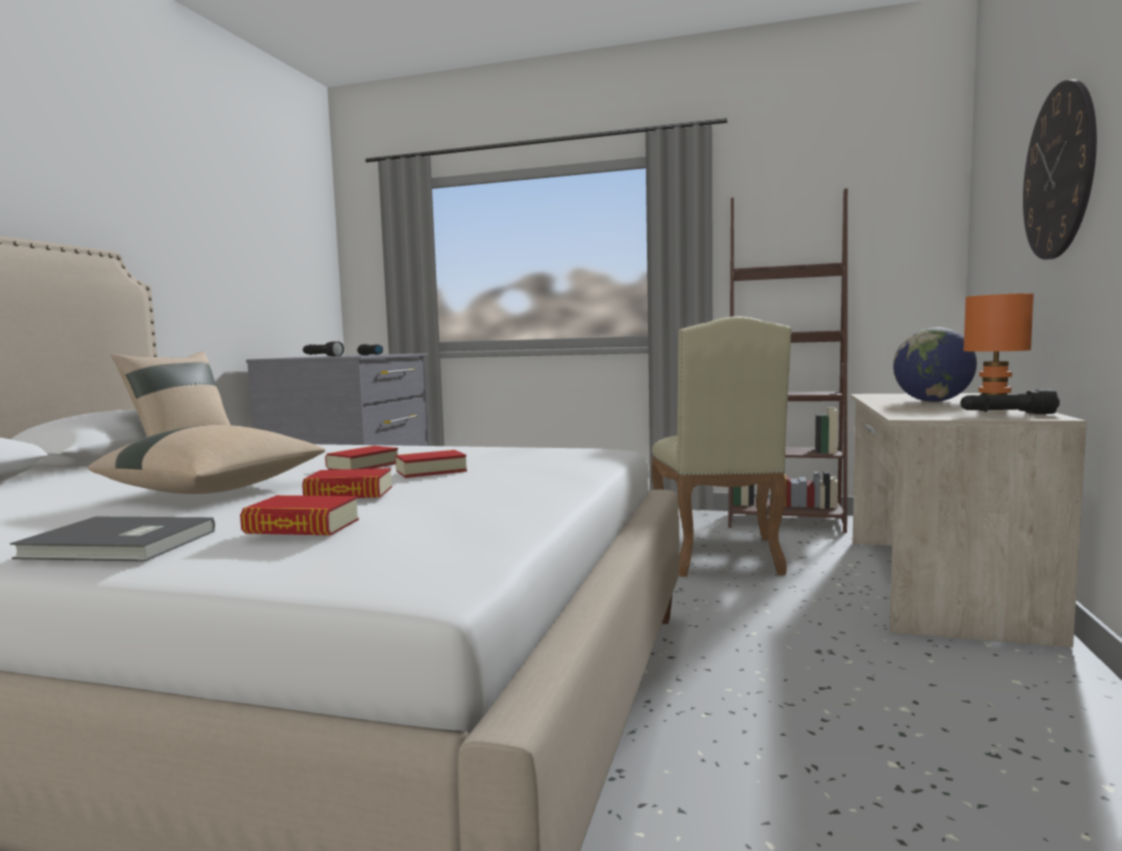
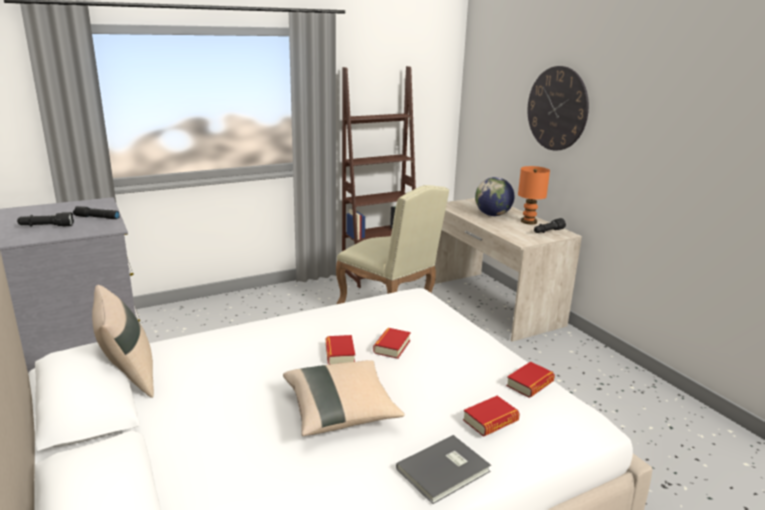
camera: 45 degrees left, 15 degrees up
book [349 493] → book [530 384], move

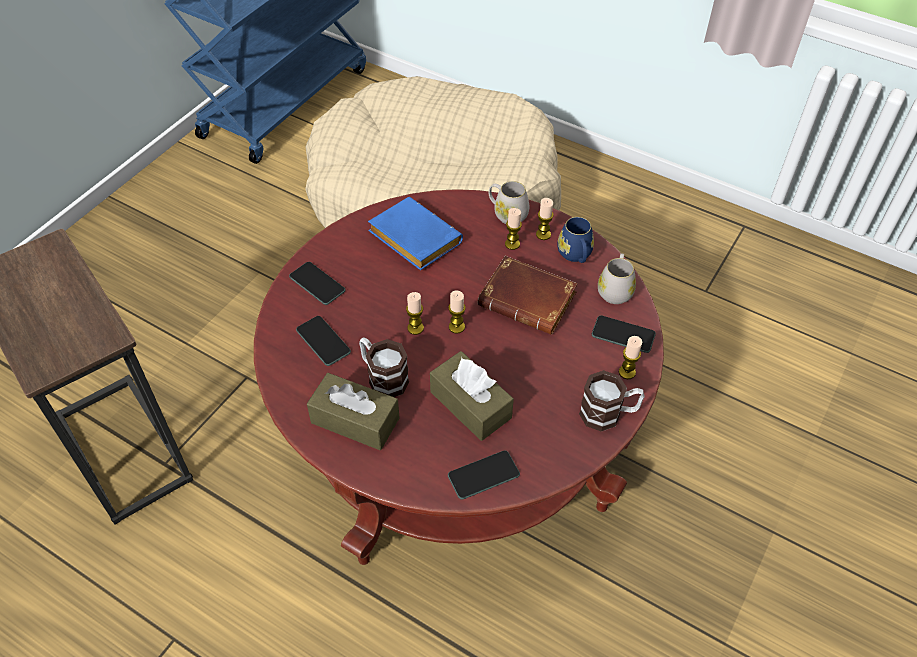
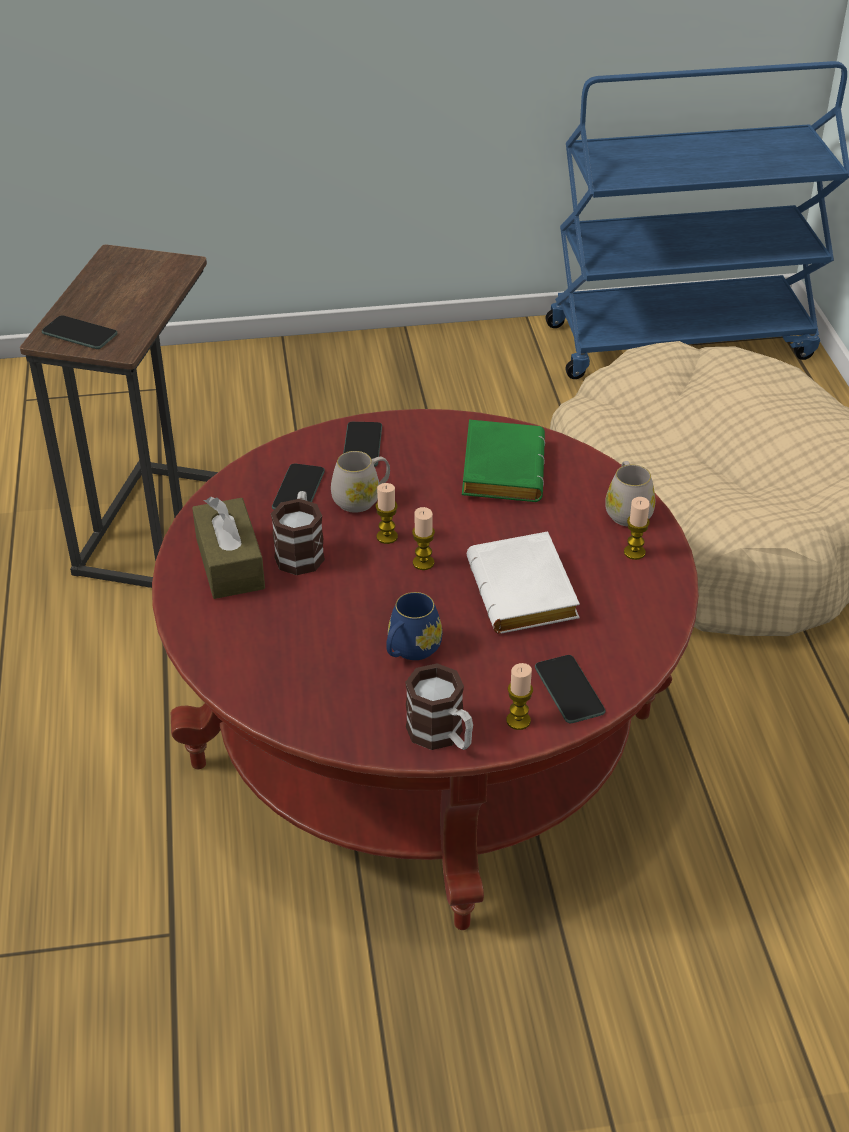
camera: 50 degrees right, 10 degrees down
book (blue) [411 239] → book (green) [499 468]
tissue box (brown) [470 405] → -
phone [483 475] → phone [79 333], move
book (brown) [530 300] → book (white) [526 594]
candle [512 244] → -
mug (blue) [575 255] → mug (blue) [410 650], move
mug (white) [615 289] → mug (white) [361 499], move

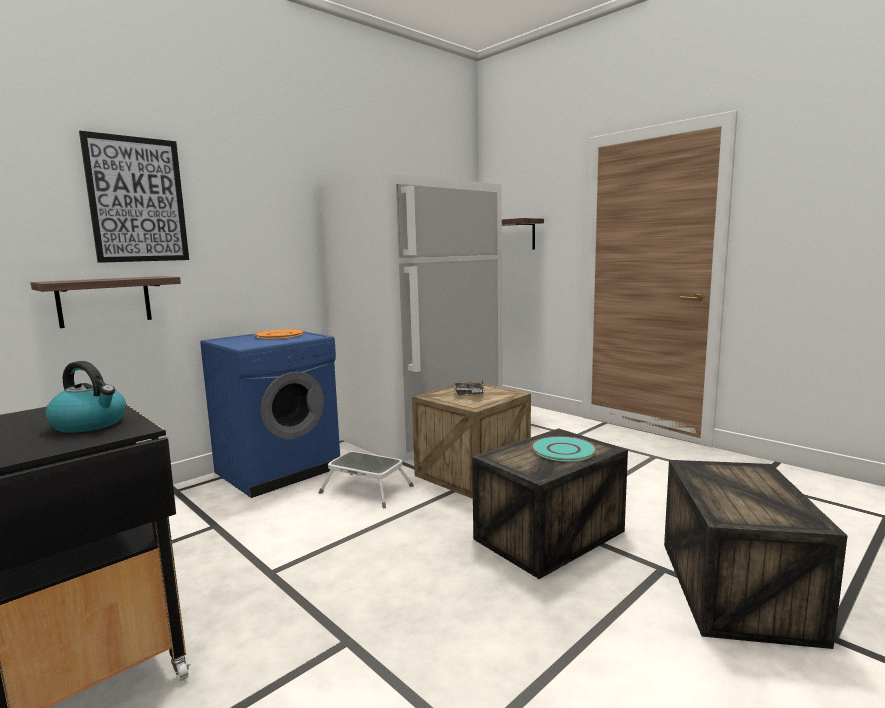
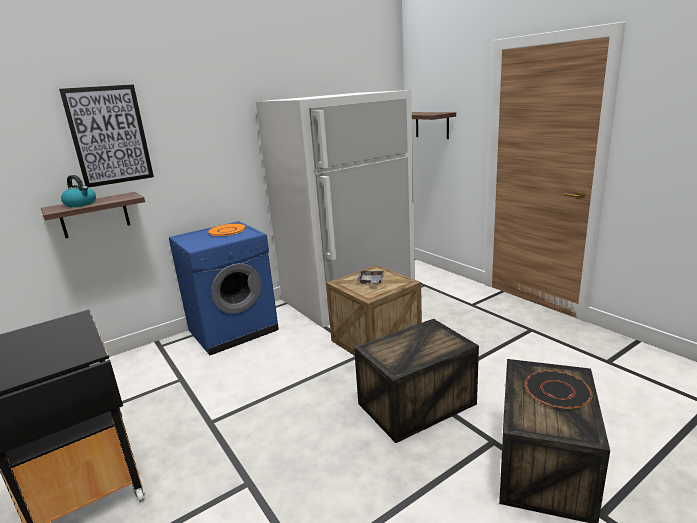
camera: 10 degrees right, 10 degrees up
kettle [91 424] → kettle [81 204], move
step ladder (grey) [366 489] → -
plate (turquoise) [564 450] → -
- → plate (black) [557 390]

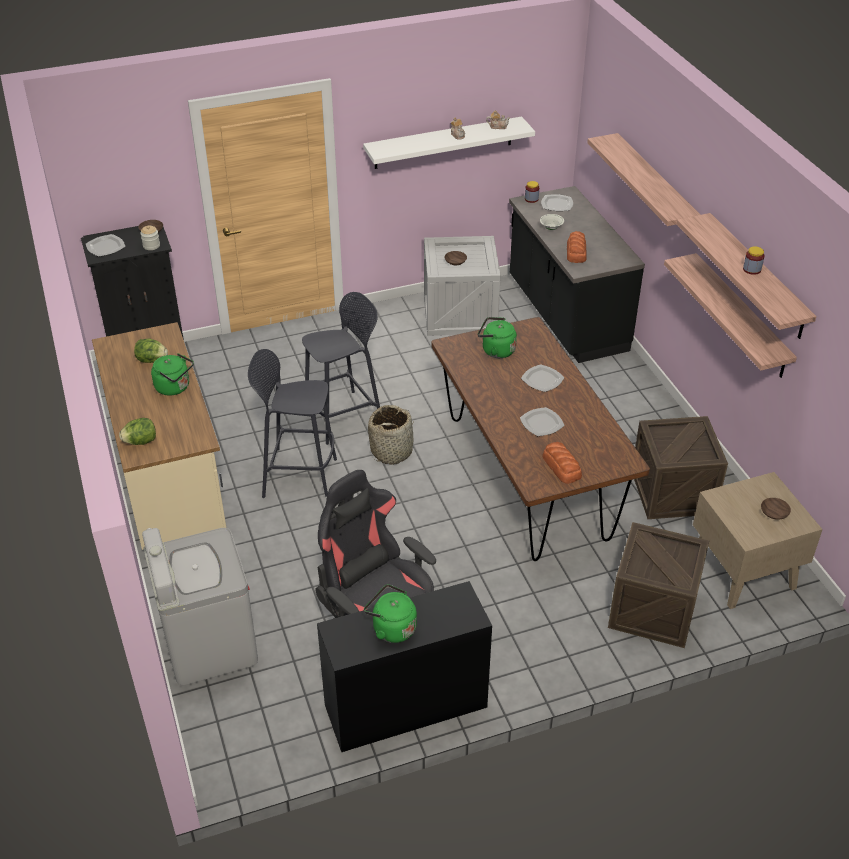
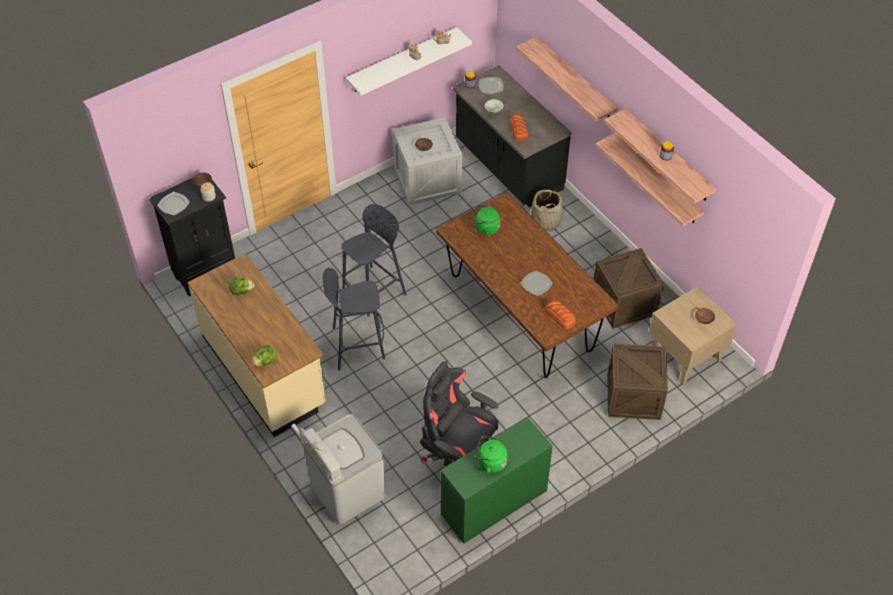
camera: 15 degrees left, 10 degrees up
kettle (green) [175 387] → -
desk (black) [405 707] → desk (green) [494 503]
basket [392 451] → basket [546 220], move
plate [542 380] → -

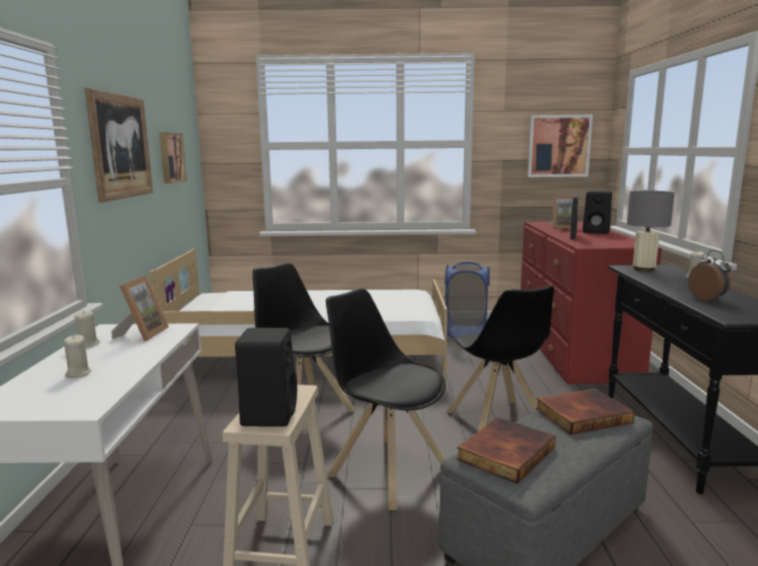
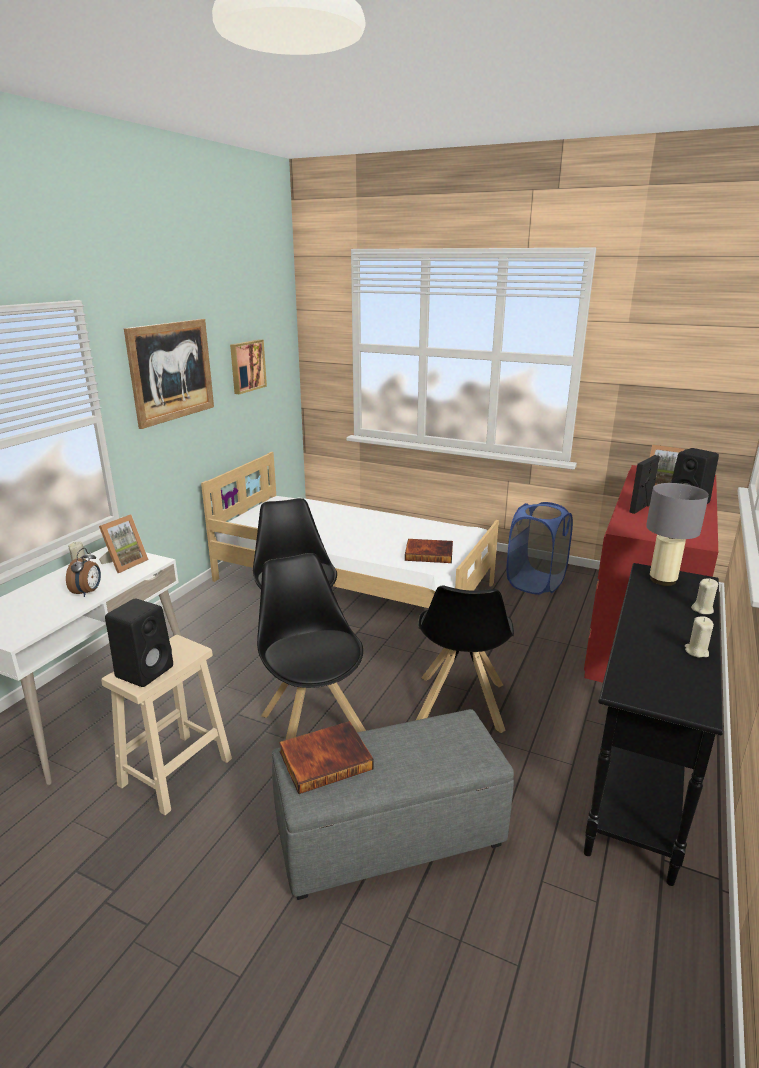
camera: 25 degrees right, 10 degrees up
candle (beige) [78 373] → candle (beige) [696 651], move
picture [558 146] → -
book [582 414] → book [429 553], move
alarm clock [708 299] → alarm clock [88 592], move

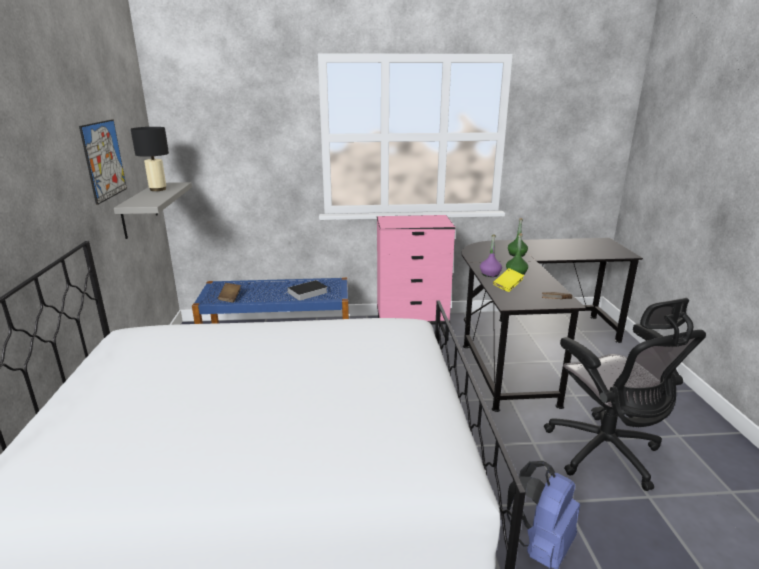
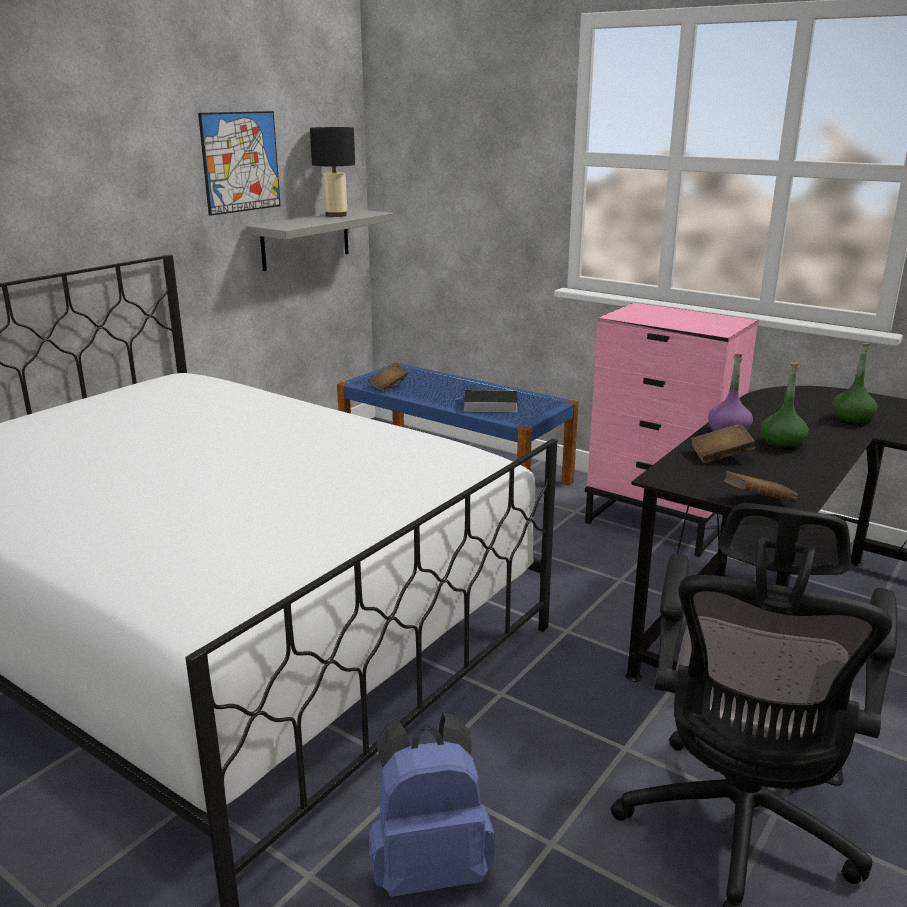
camera: 40 degrees right, 0 degrees up
book (yellow) [508 286] → book (brown) [720 456]

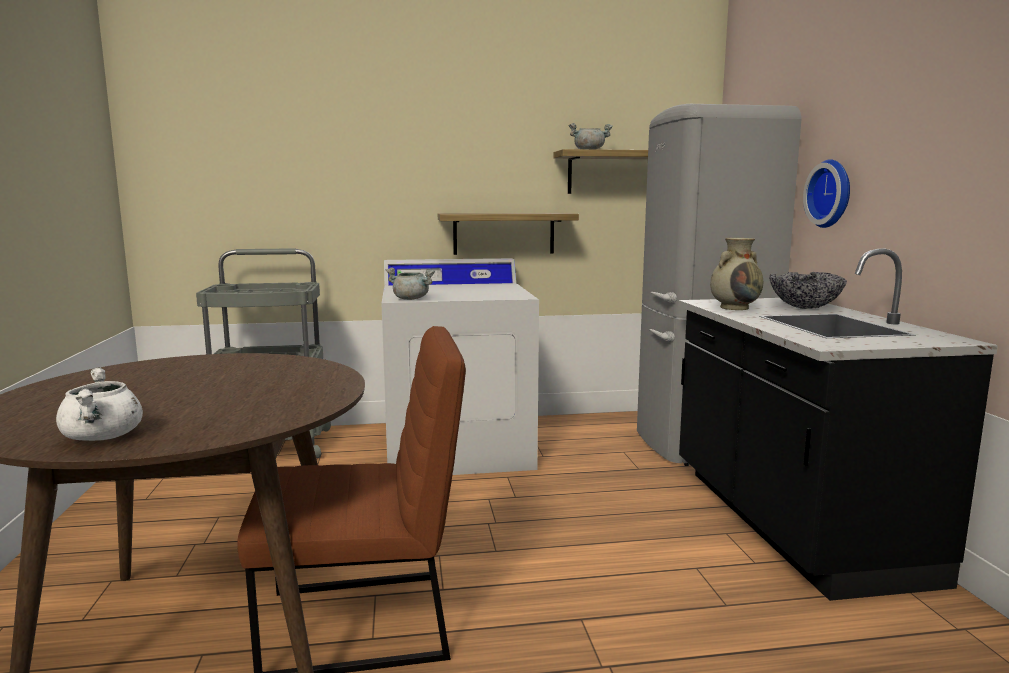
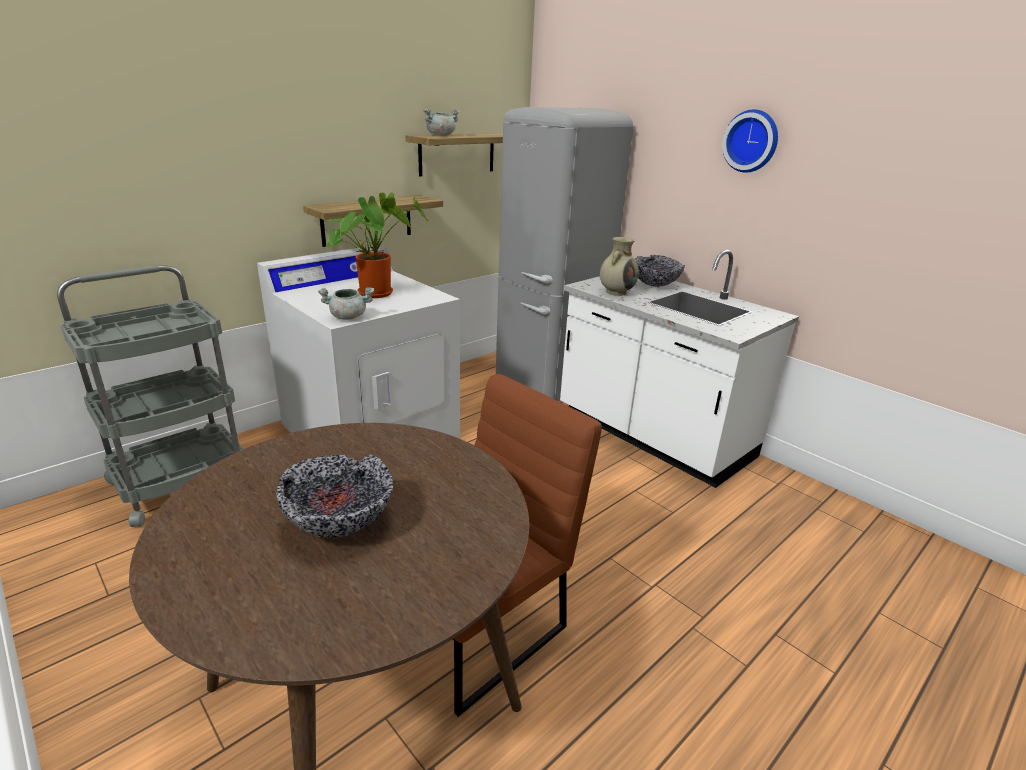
camera: 35 degrees left, 15 degrees up
cooking pot (white) [103 437] → -
counter (black) [790 523] → counter (white) [652 435]
wall clock [832 193] → wall clock [751 141], move
- → bowl [341 522]
- → potted plant [377 292]

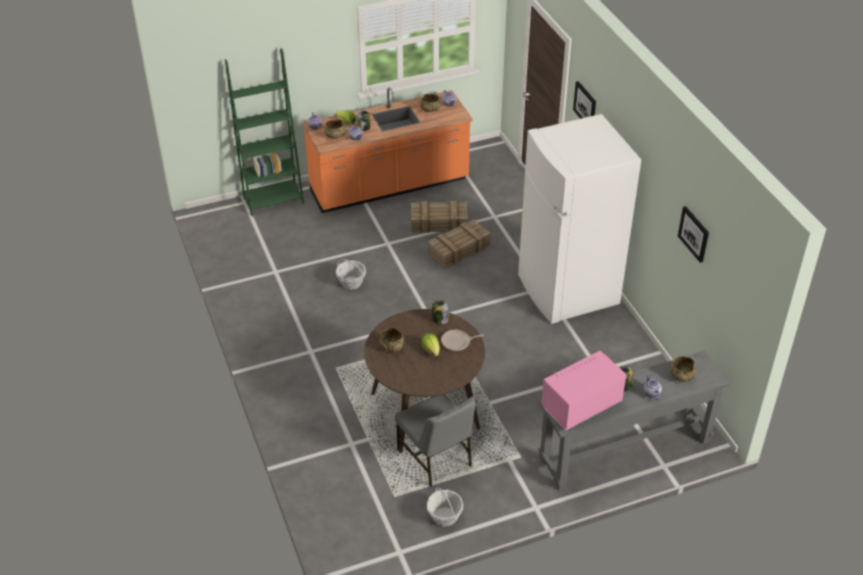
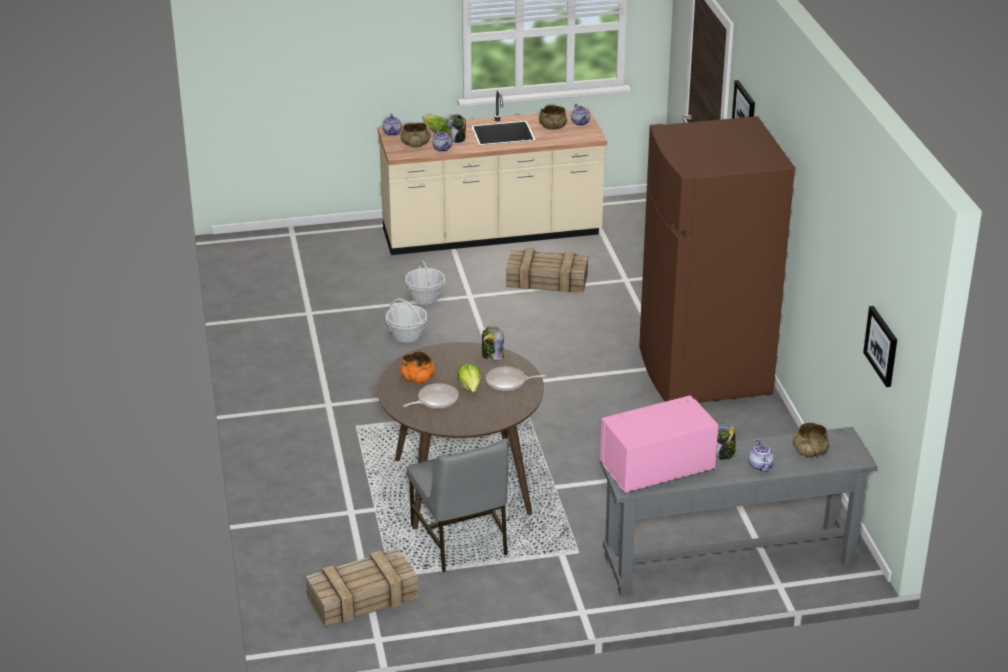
camera: 10 degrees right, 10 degrees down
bookcase (green) [273 200] → -
counter (orange) [389 187] → counter (beige) [492 234]
bowl (beige) [391 347] → bowl (orange) [417 378]
basket [444 516] → basket [425 297], move
crate [460 249] → crate [364 597], move
fridge (white) [567 289] → fridge (brown) [703 371]
picture [694 233] → picture [882 346], move
- → frying pan [435 400]

